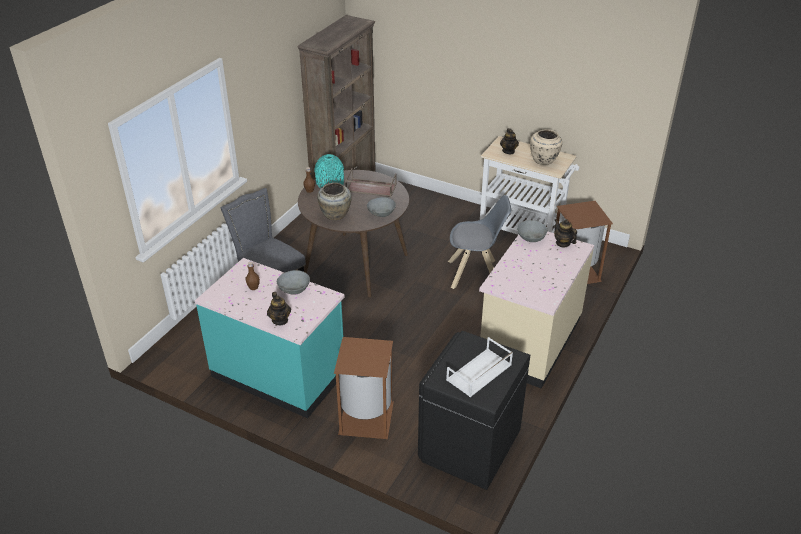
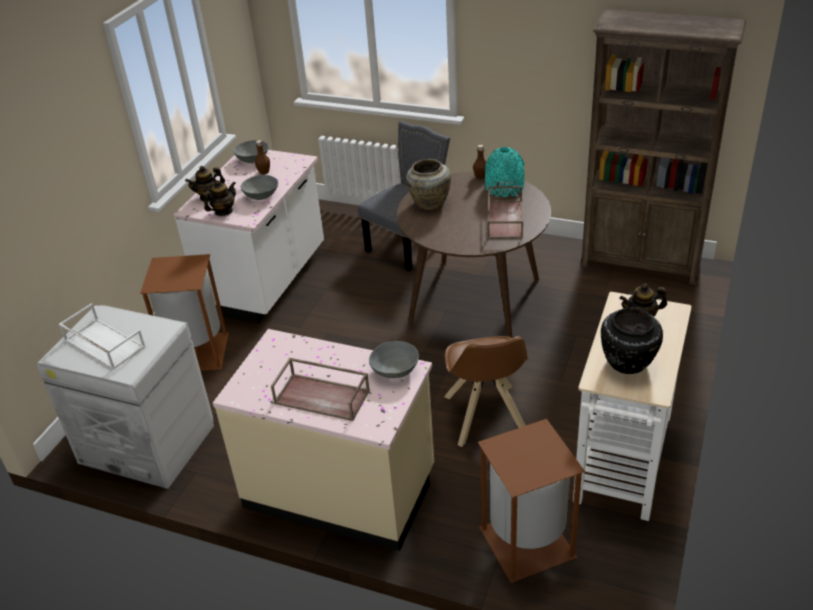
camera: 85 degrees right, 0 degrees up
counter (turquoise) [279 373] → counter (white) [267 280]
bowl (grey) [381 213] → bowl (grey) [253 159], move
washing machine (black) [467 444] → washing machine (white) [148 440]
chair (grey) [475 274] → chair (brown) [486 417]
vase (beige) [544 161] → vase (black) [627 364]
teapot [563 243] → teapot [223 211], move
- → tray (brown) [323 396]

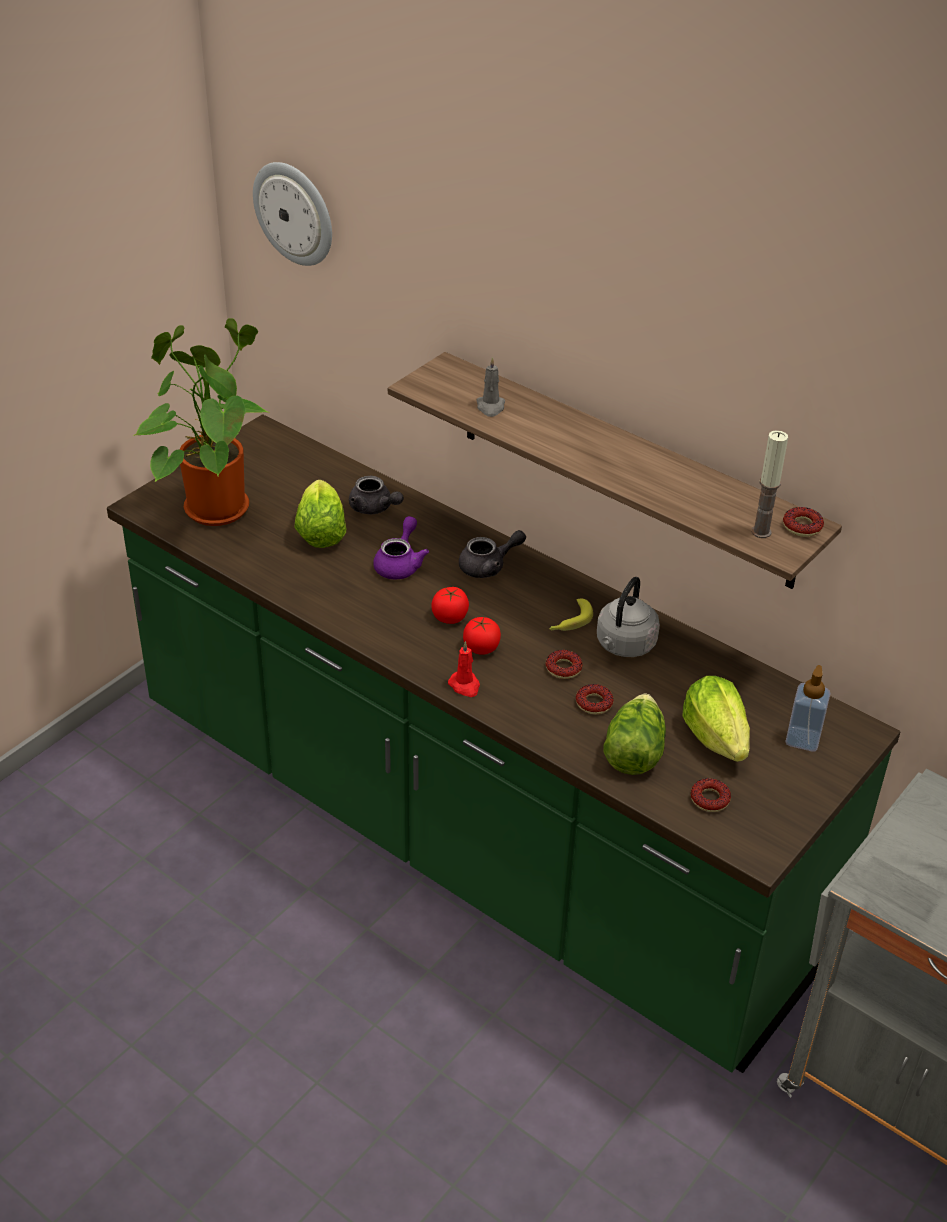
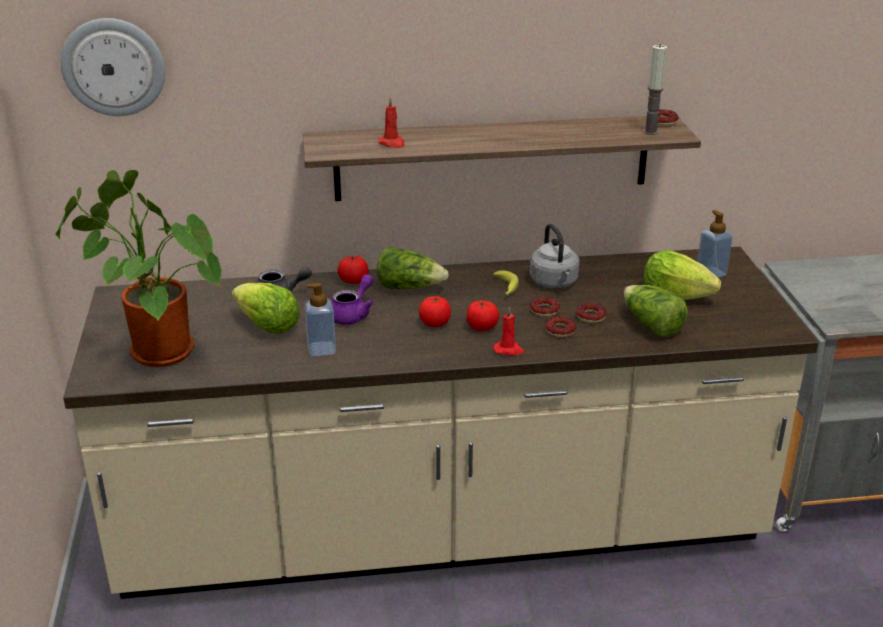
camera: 45 degrees left, 10 degrees down
counter (green) [467 833] → counter (beige) [441 530]
teapot (purple) [400 564] → teapot (purple) [352 314], 60 degrees clockwise
teapot (grey) [489 566] → lettuce [409 287]
candle (grey) [490 407] → candle (red) [392 143]
donut [710 799] → donut [560 330], move
- → soap dispenser [321 349]
- → tomato [353 281]

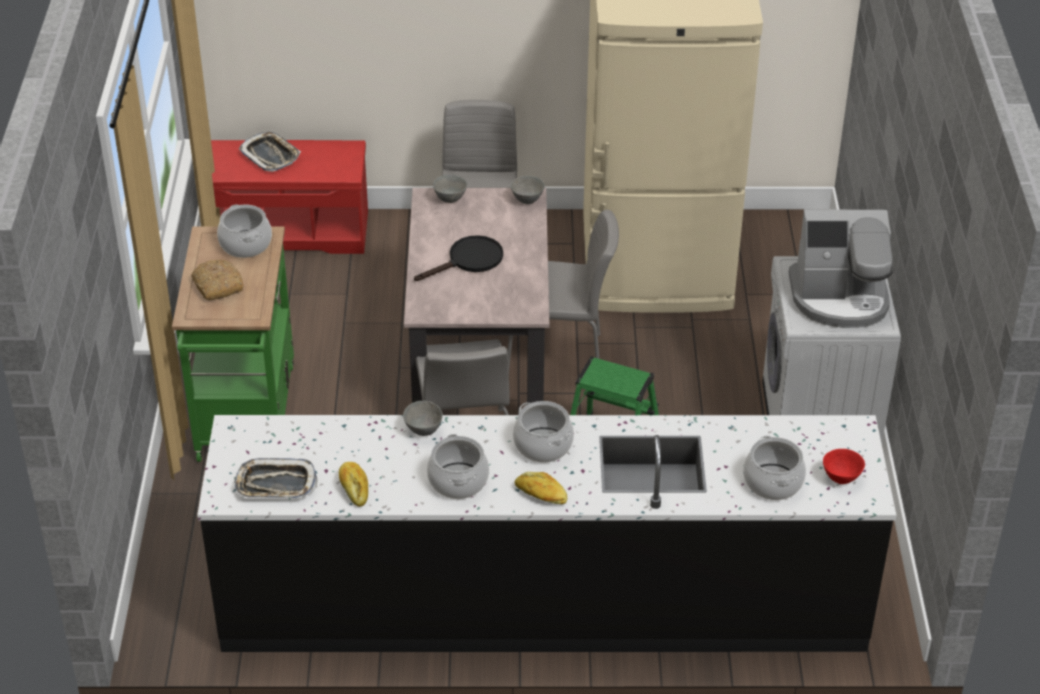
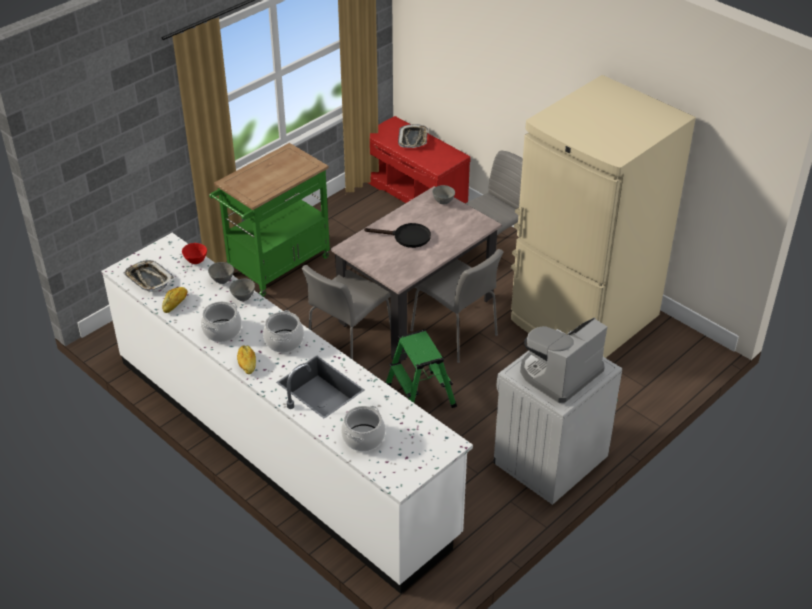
camera: 45 degrees right, 0 degrees up
bread [217 286] → -
counter (black) [543 602] → counter (white) [281 444]
cooking pot [245 244] → -
bowl (grey) [527 201] → bowl (grey) [222 281], move
coffee machine [840 298] → coffee machine [559 374], 90 degrees clockwise
bowl (red) [841 479] → bowl (red) [195 261], move

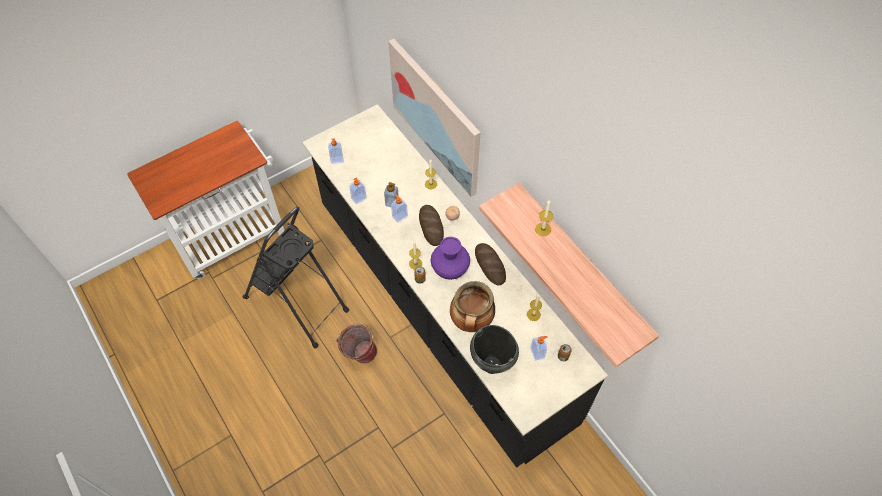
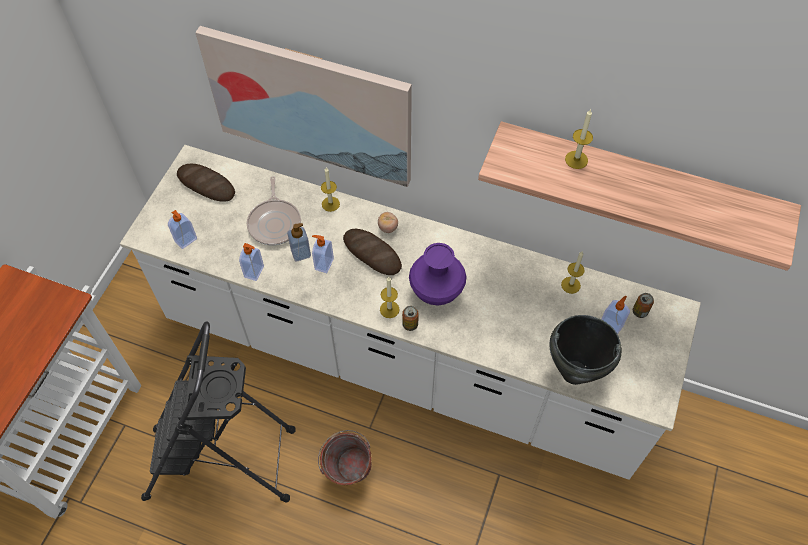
camera: 35 degrees left, 0 degrees up
counter (black) [441 310] → counter (white) [404 358]
cooking pot [471 321] → -
bread [490 265] → bread [206 185], move
- → frying pan [275 222]

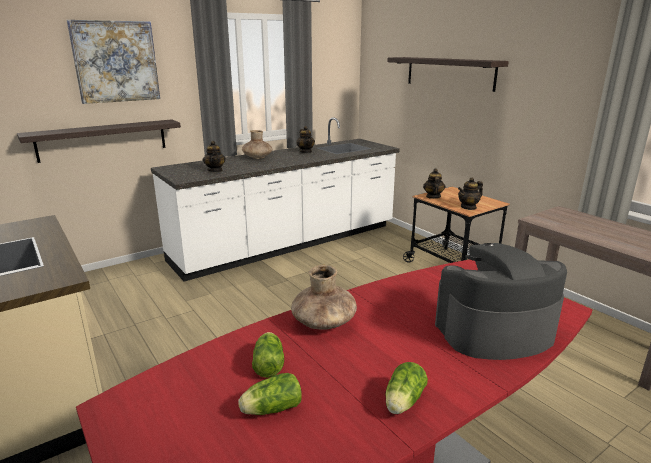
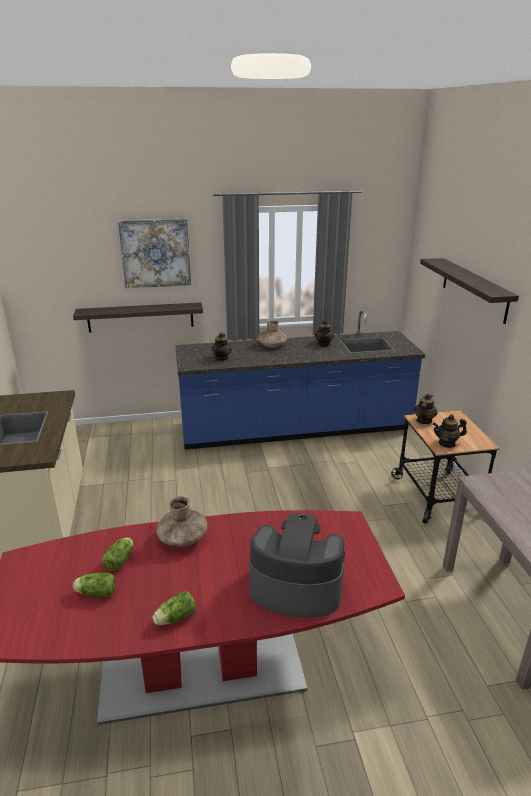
camera: 25 degrees right, 5 degrees up
counter (white) [288 243] → counter (blue) [295 429]

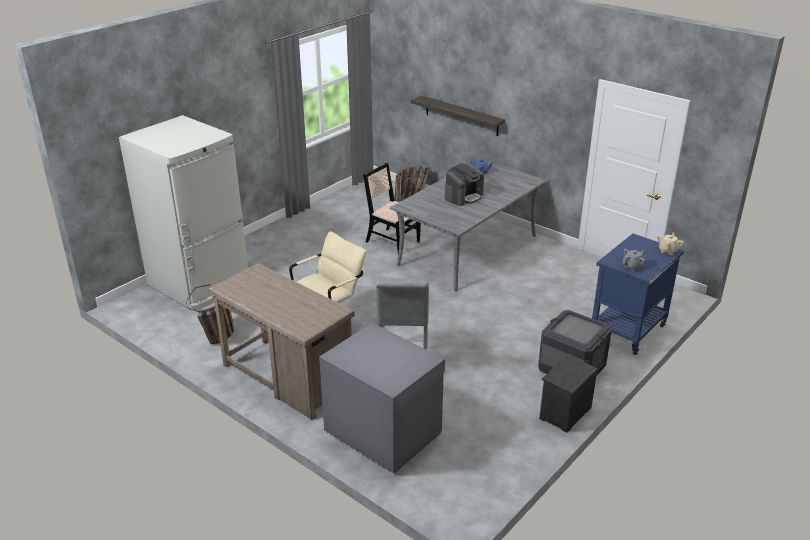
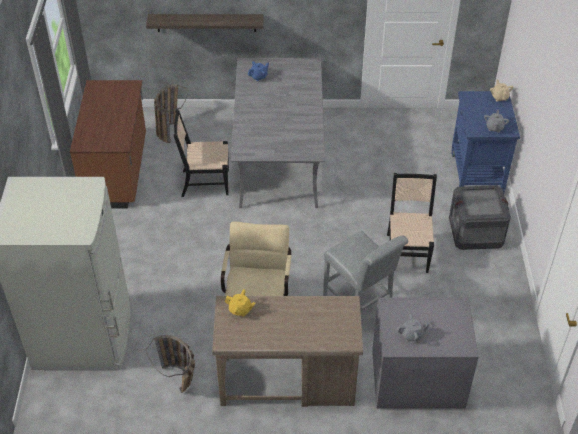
camera: 40 degrees left, 15 degrees up
coffee machine [464 196] → -
nightstand [564 413] → -
- → counter (brown) [117 172]
- → teapot (yellow) [240 310]
- → chair [407 253]
- → teapot (grey) [412 335]

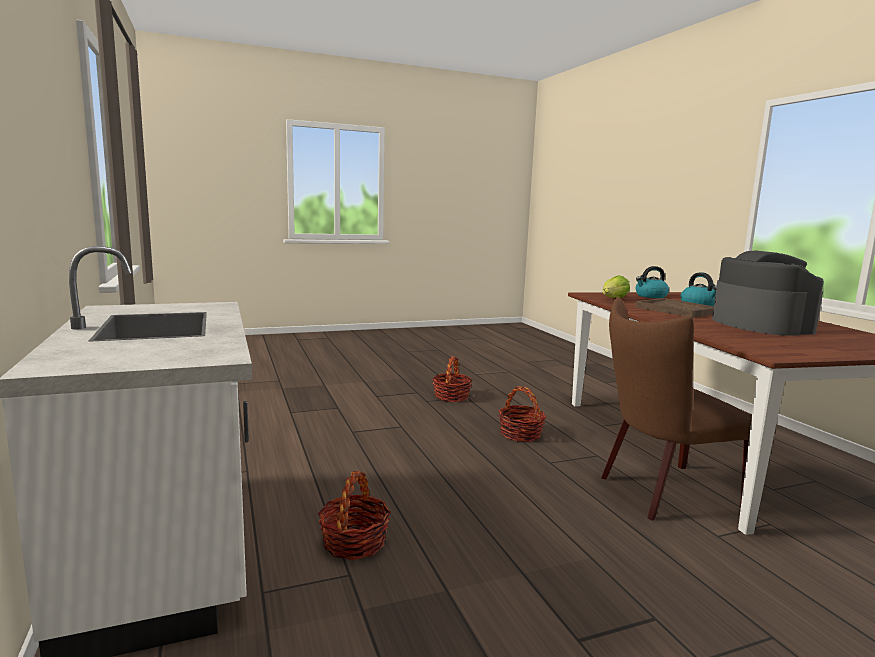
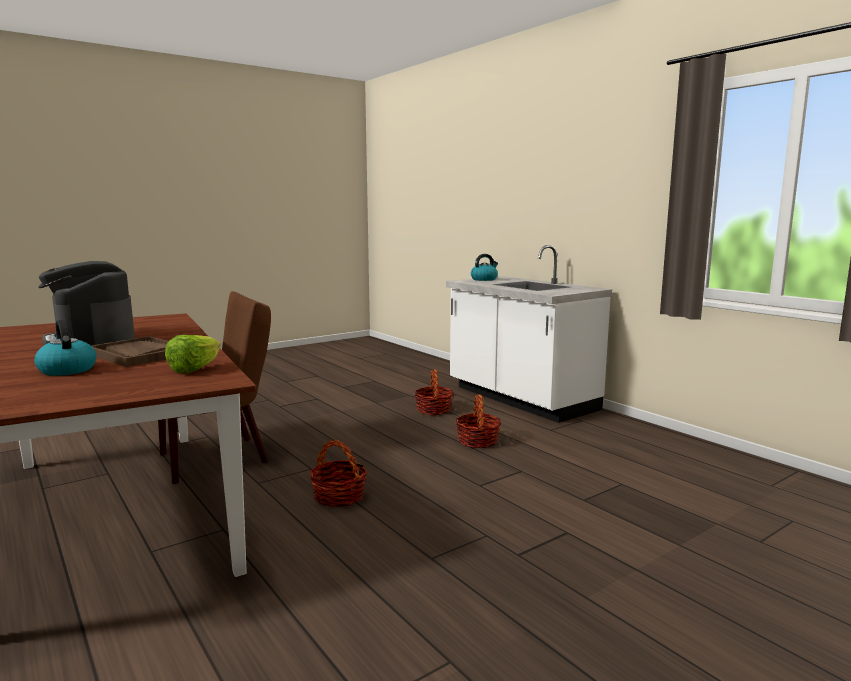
camera: 165 degrees right, 0 degrees up
basket [451 397] → basket [478 441], move
kettle [650 296] → kettle [484 279], move

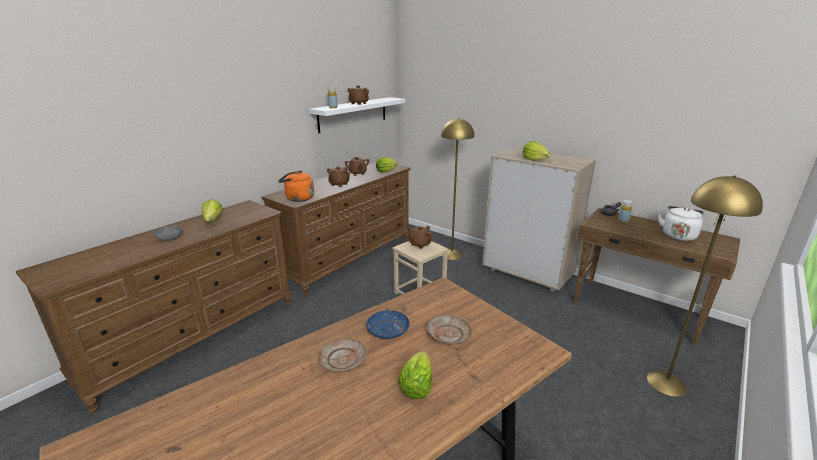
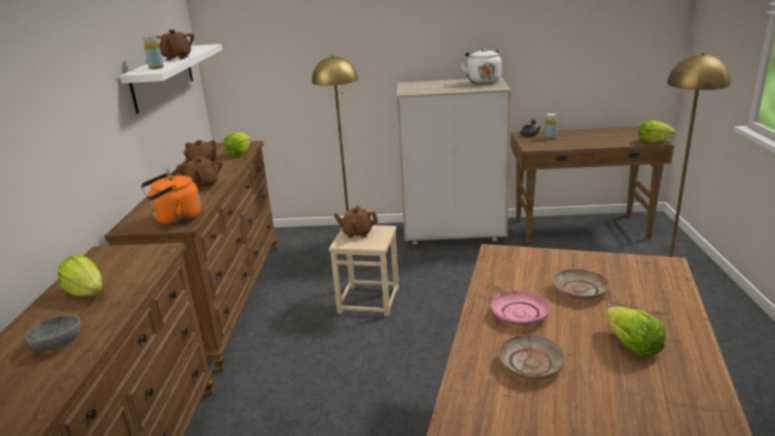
camera: 35 degrees left, 0 degrees up
plate (blue) [387 329] → plate (pink) [519 315]
lettuce [534 160] → lettuce [653 141], move
kettle (white) [678 235] → kettle (white) [483 81], move

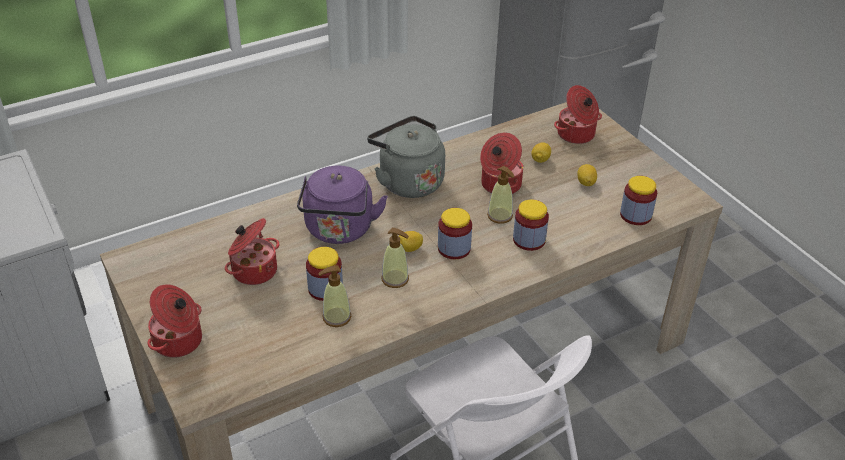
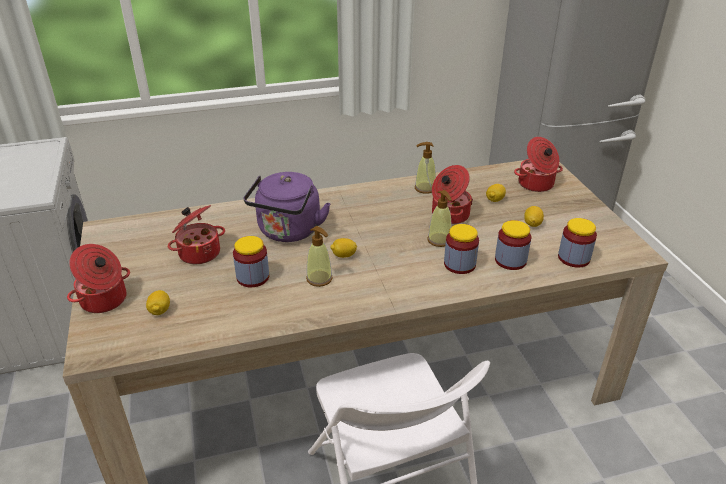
camera: 15 degrees right, 5 degrees down
soap dispenser [336 317] → soap dispenser [425 188], move
kettle (grey) [408 181] → -
jar [454 248] → jar [510 260], move
- → lemon [160 311]

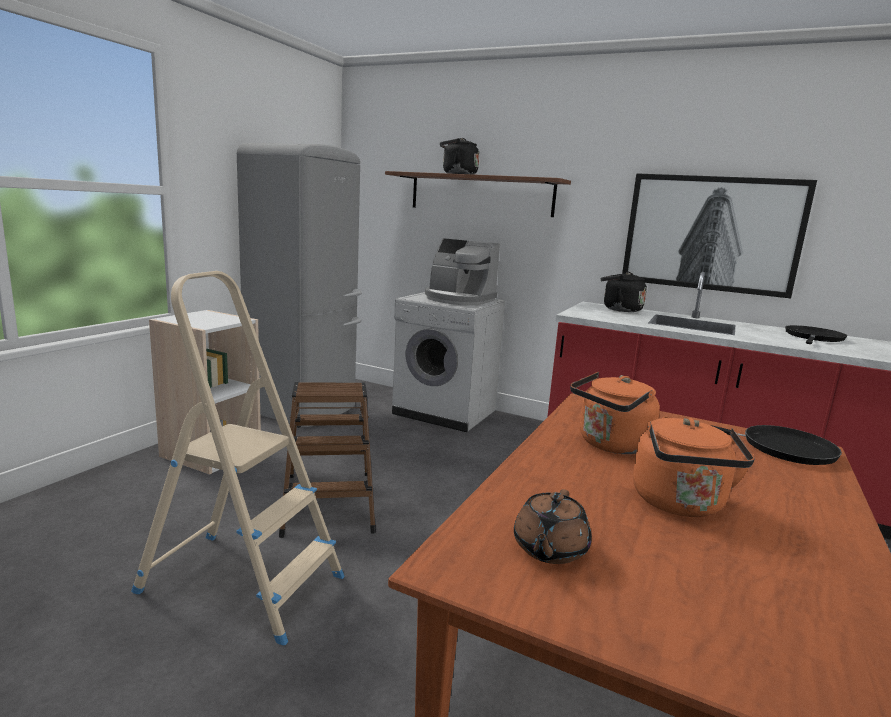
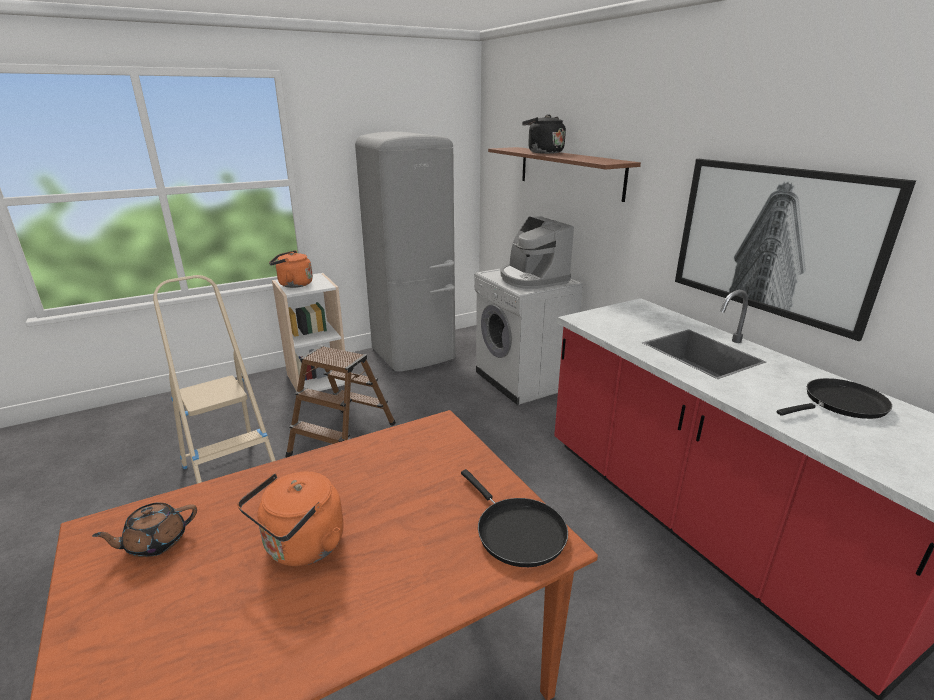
camera: 35 degrees right, 10 degrees up
kettle (orange) [611 445] → kettle (orange) [293 284], move
kettle (black) [619 309] → -

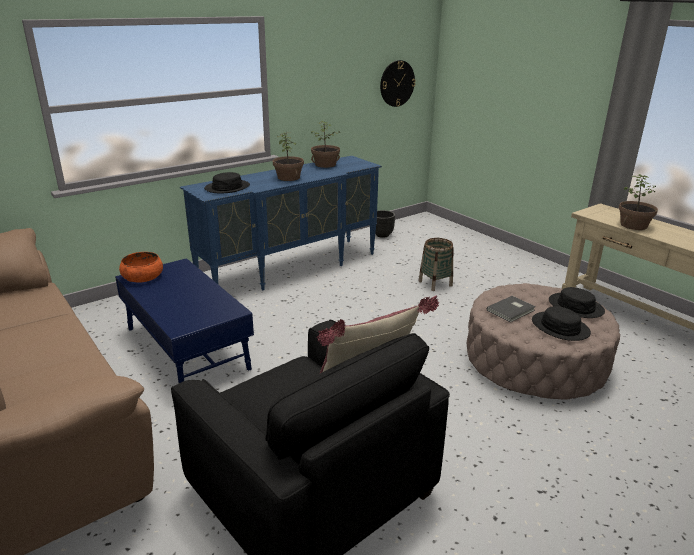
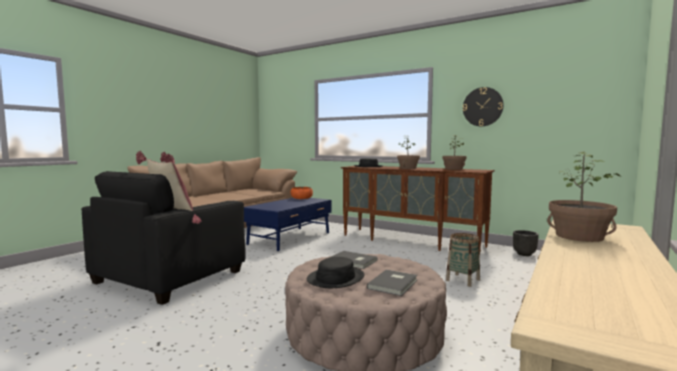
camera: 70 degrees right, 20 degrees down
cabinet (blue) [291 268] → cabinet (brown) [411 241]
wall clock [397 83] → wall clock [482 107], move
hat (black) [575 306] → book (grey) [394 284]

